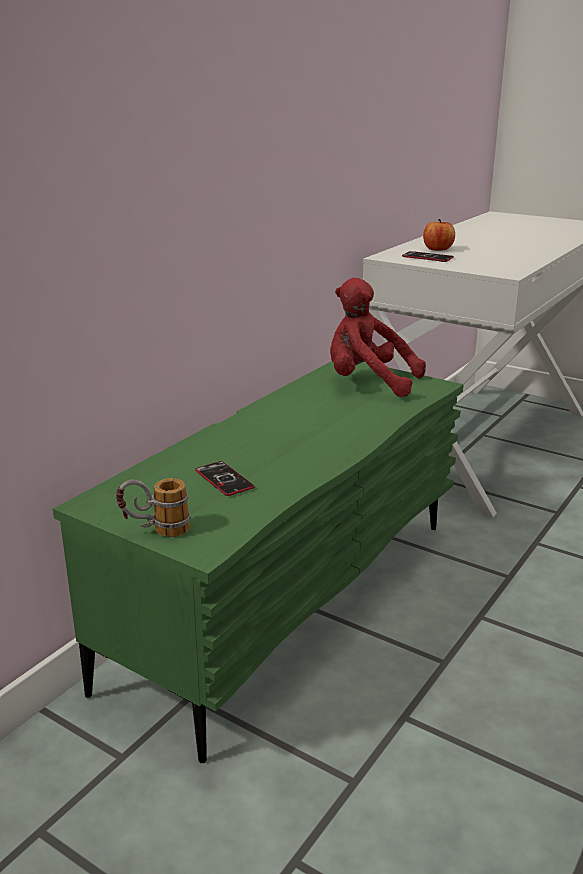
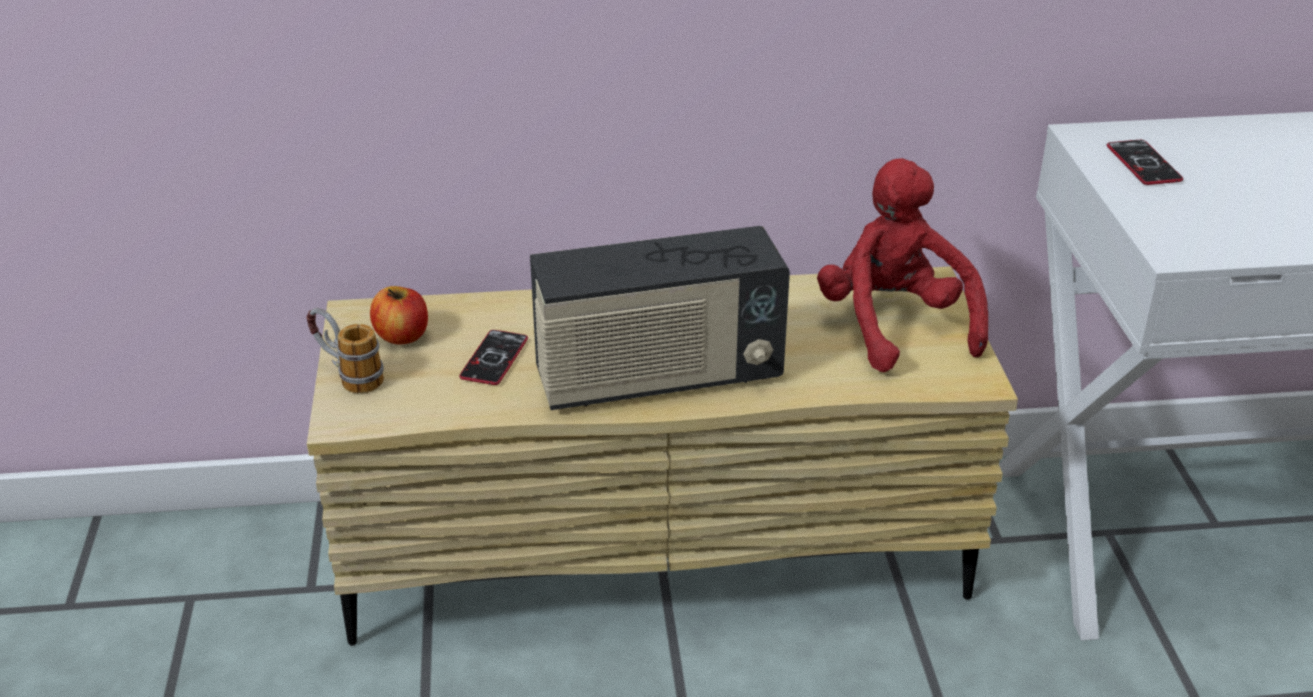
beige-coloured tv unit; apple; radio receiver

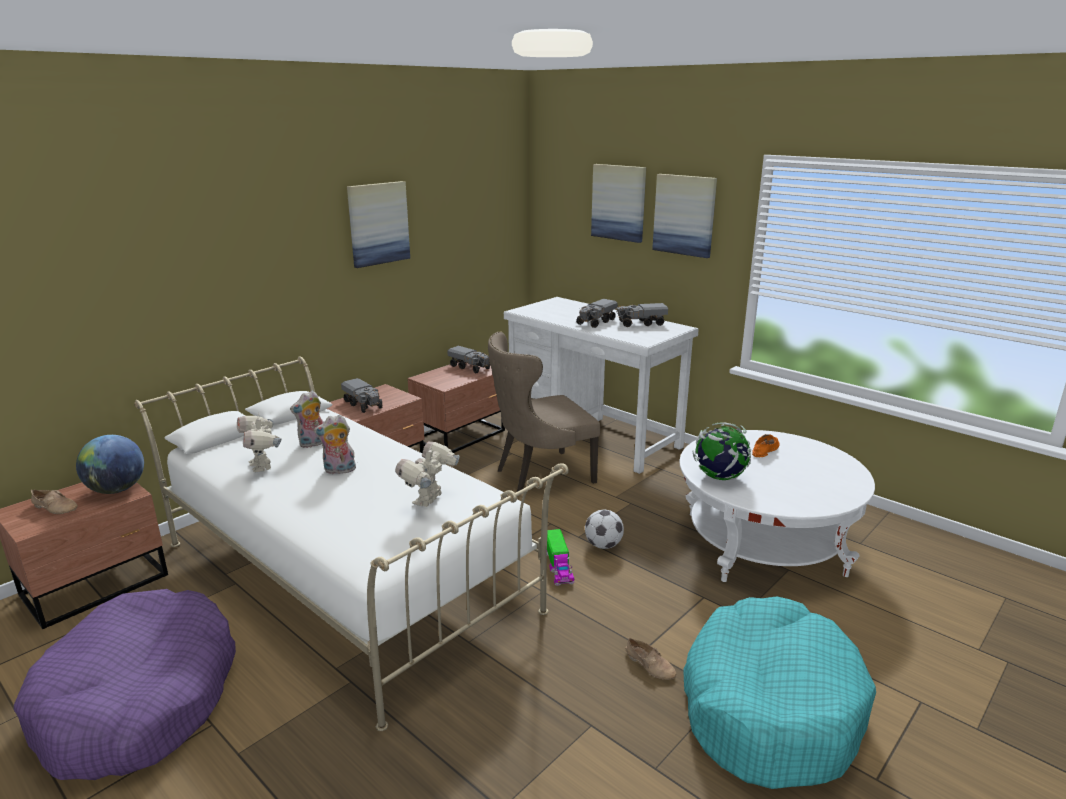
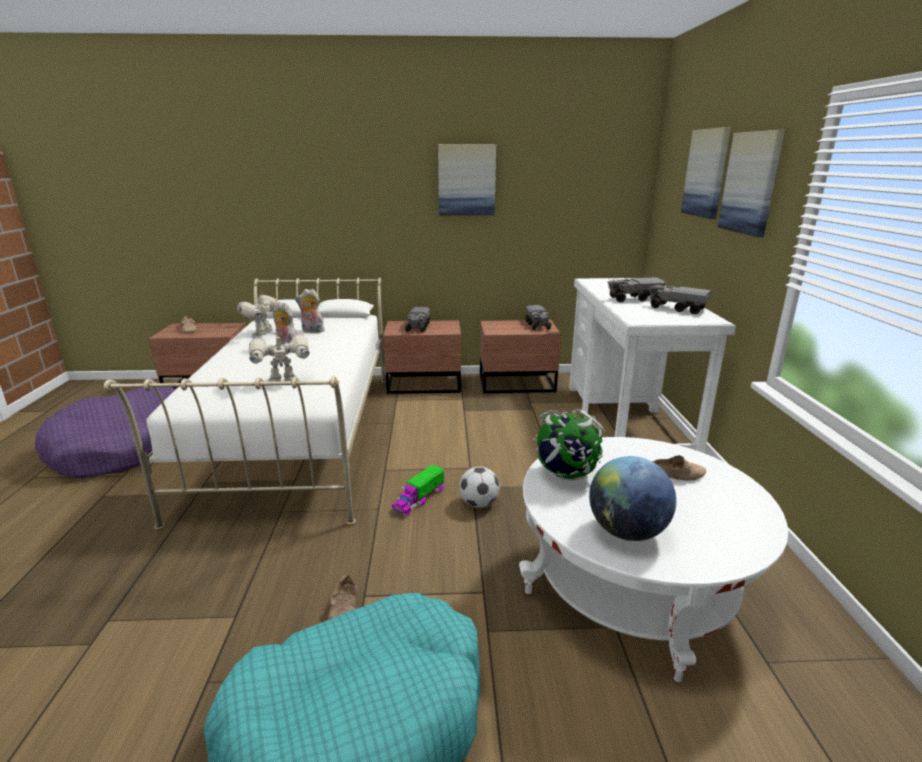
globe (2nd from left); beige-coloured plain chair; beige-coloured item of footwear (3rd from left)

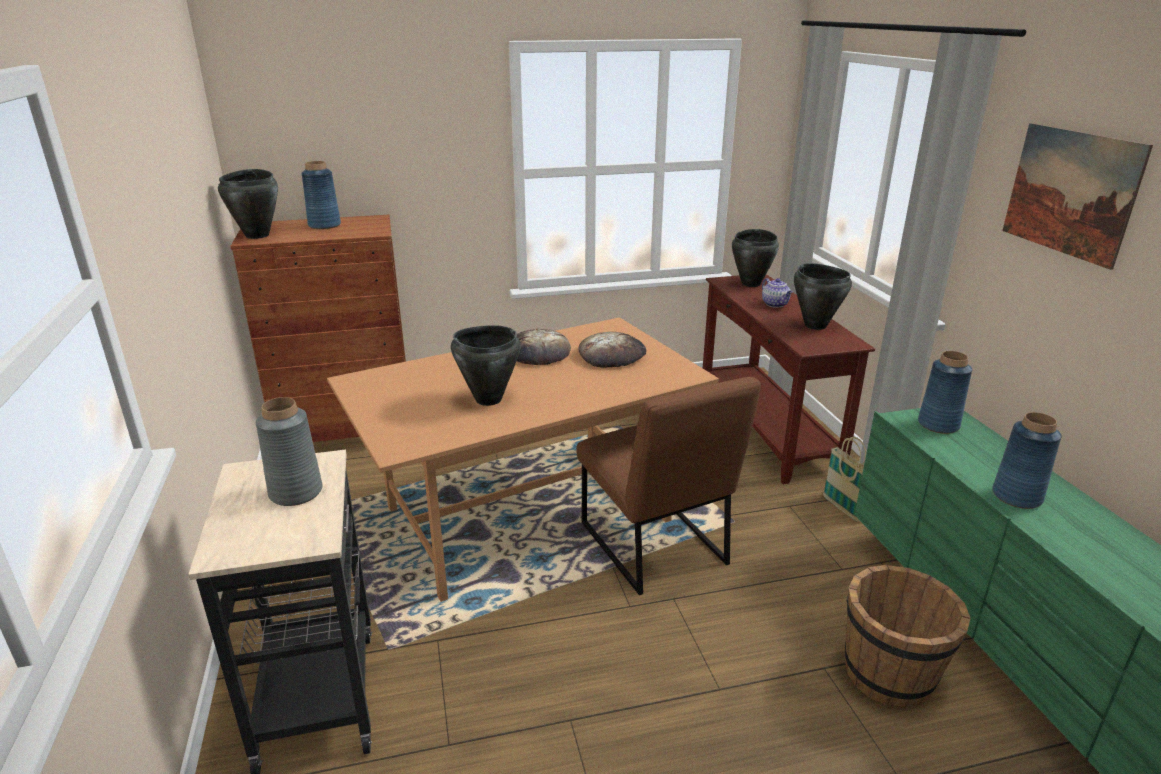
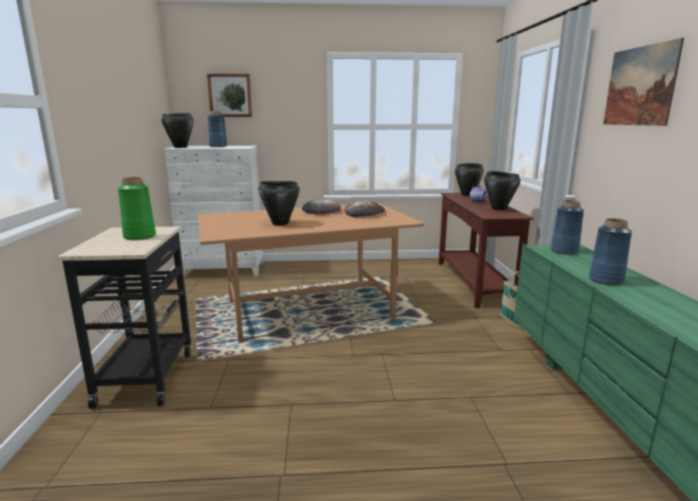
white chest of drawers; greenish vase; brownish plain chair; brownish pail; wall picture (1st from left)

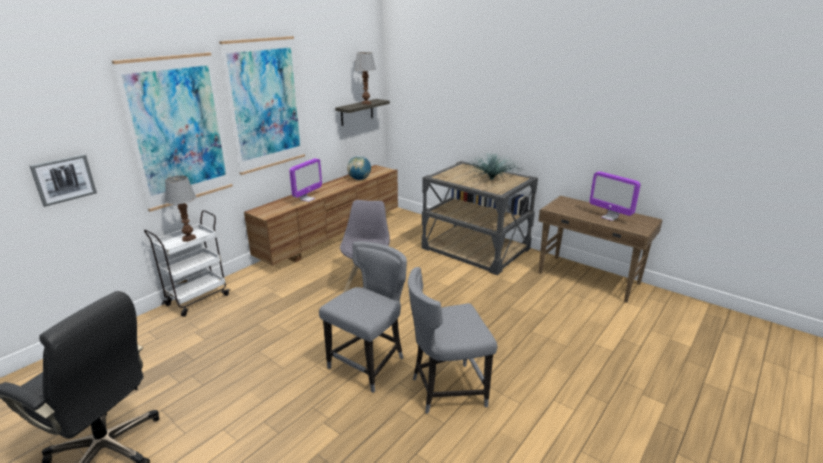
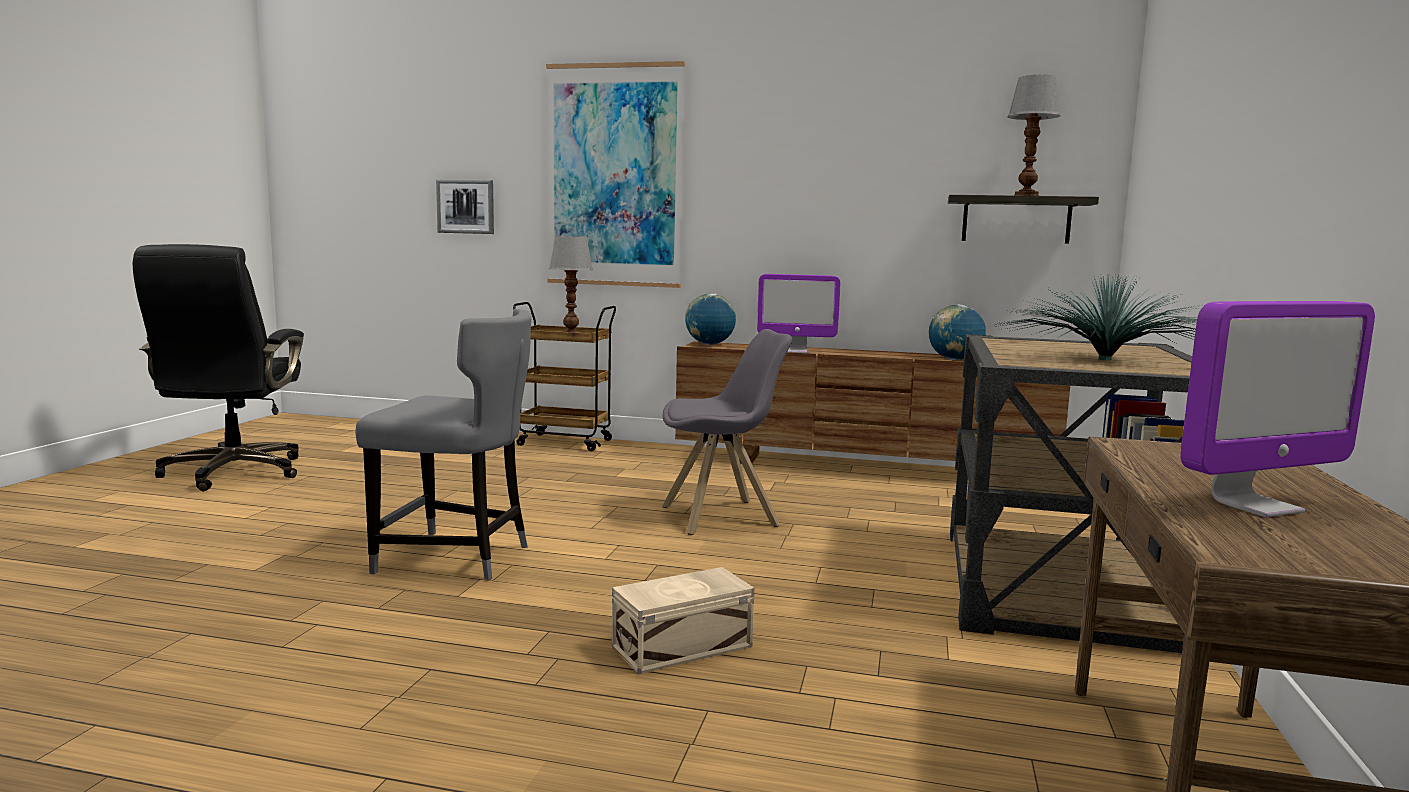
brownish trolley; wall picture (3rd from left in the first image); greyish plain chair (3rd from left in the first image); monitor (2nd from left); beige-coloured storage box; globe (1st from left)

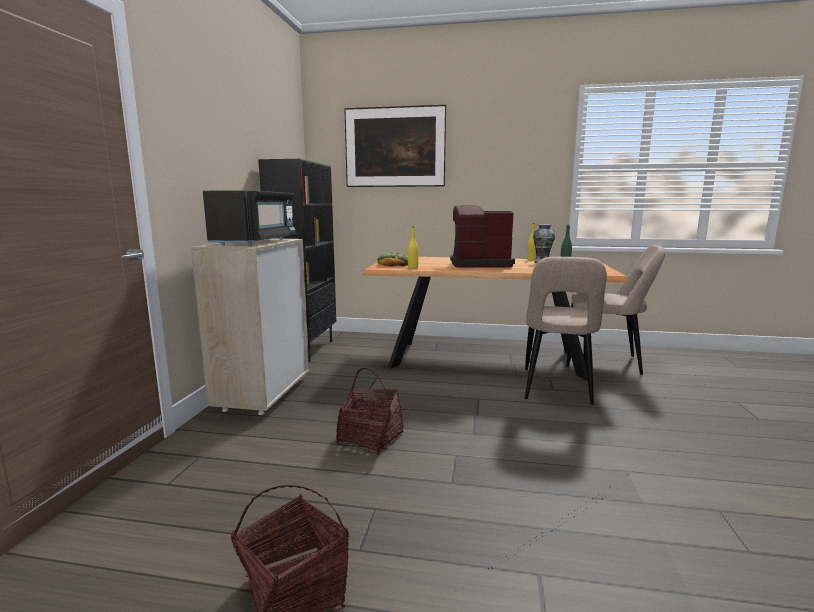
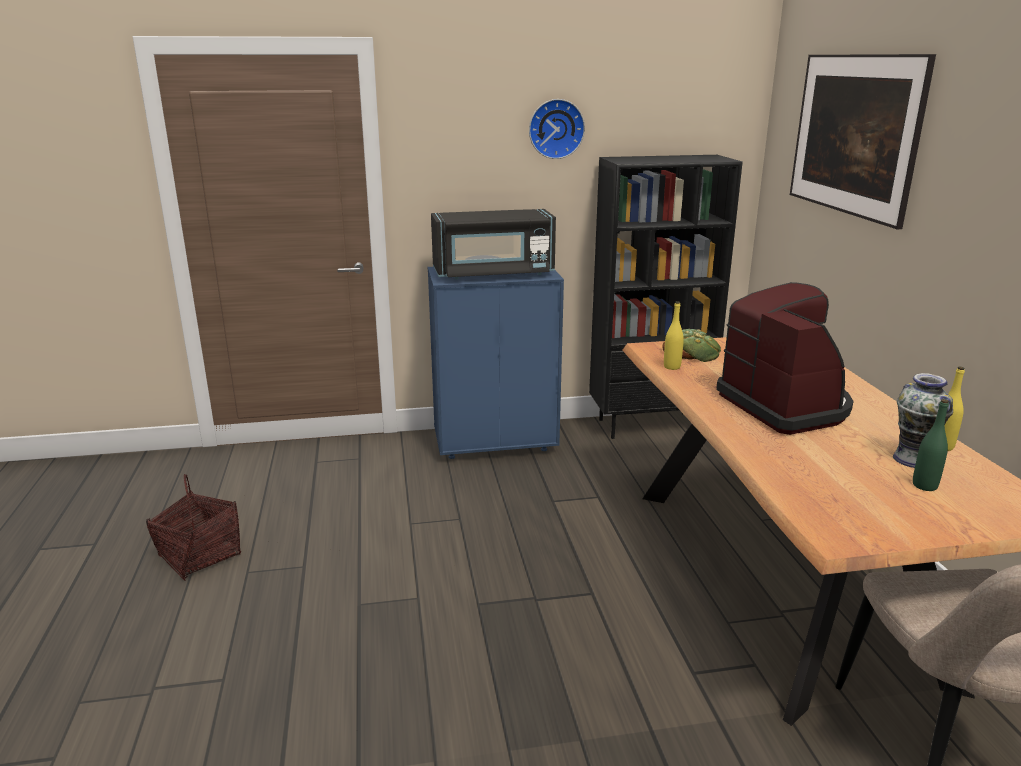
blue cabinet; basket (2nd from left in the first image); beige-coloured plain chair (1st from left in the first image); clock on the wall

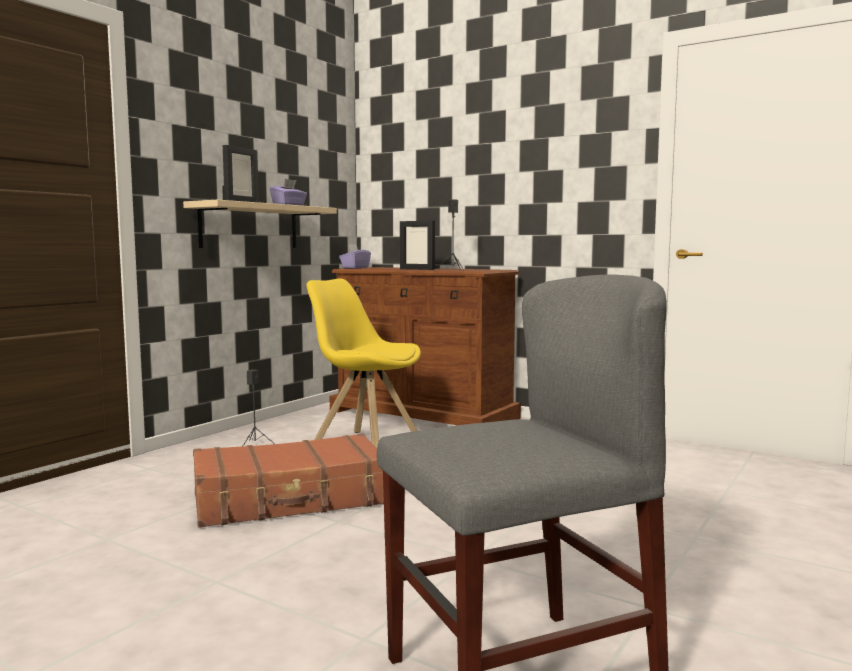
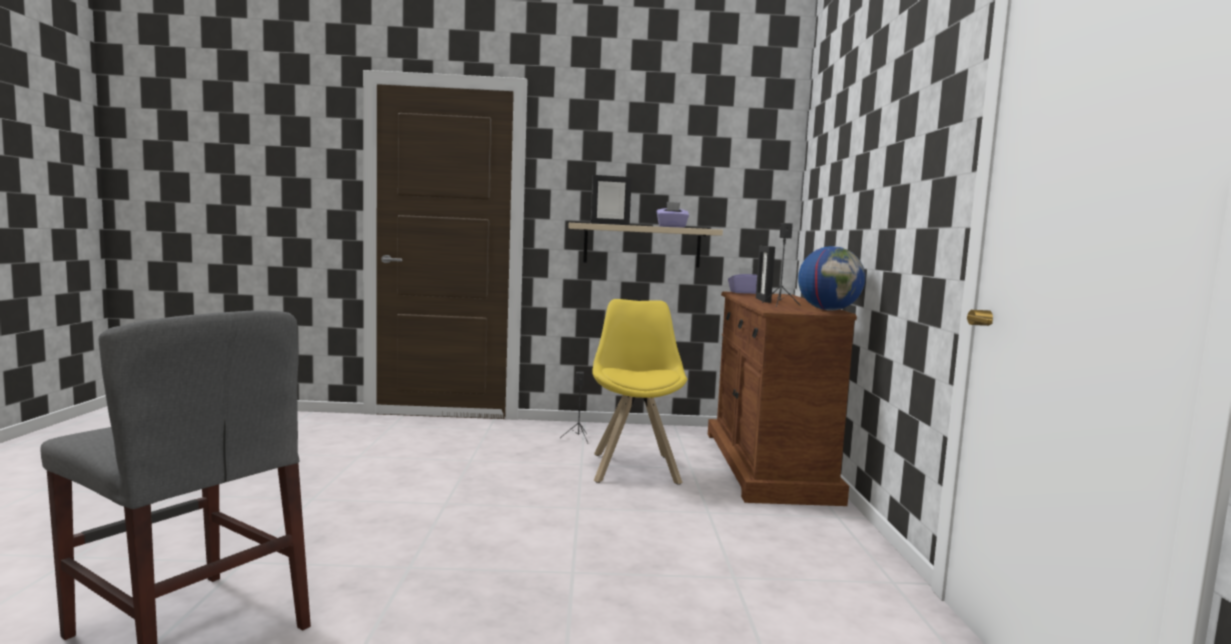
brownish suitcase; globe

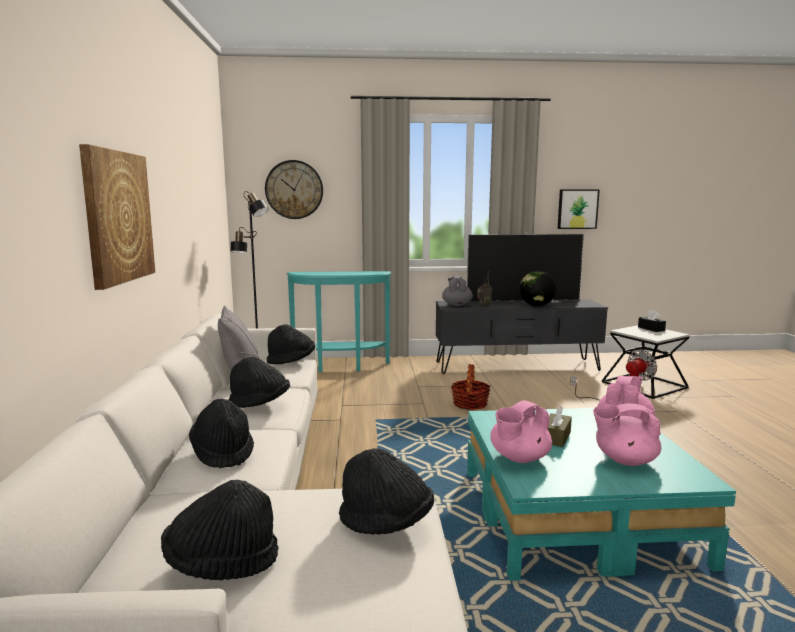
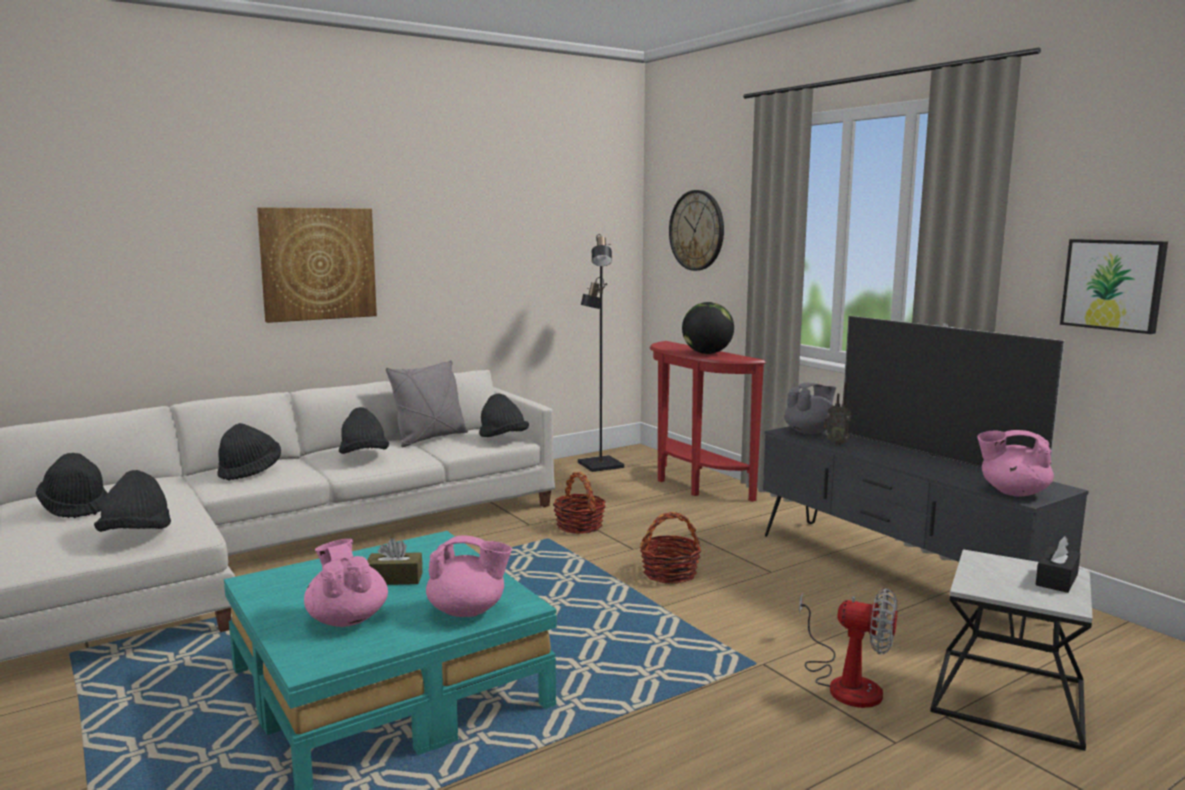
red narrow table; pink-coloured tea pot (3rd from left); globe; basket (1st from left)

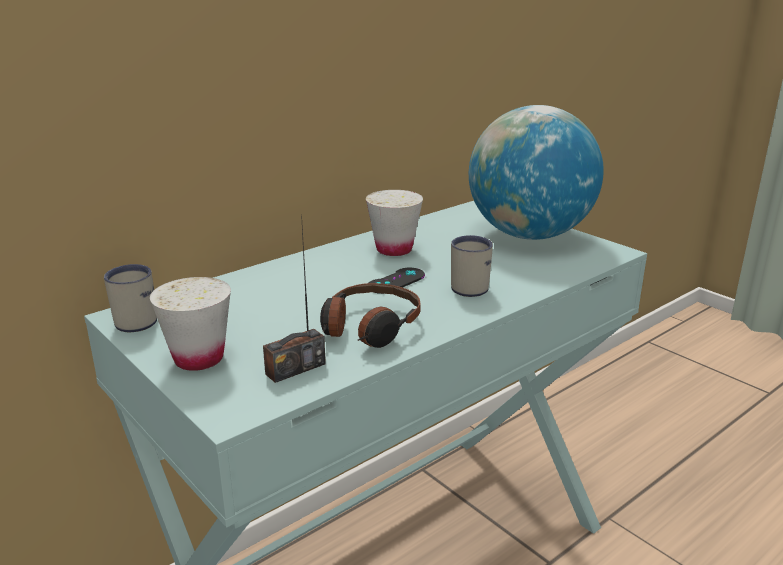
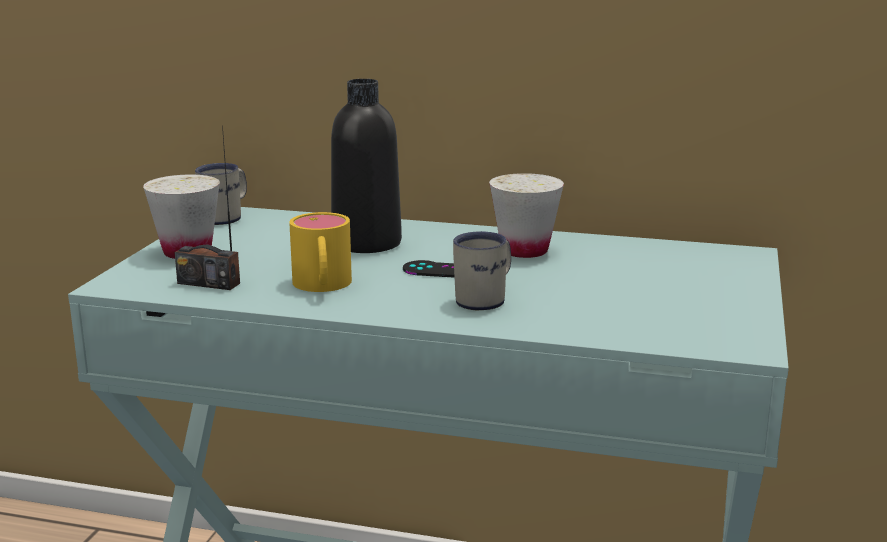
yellowish coffee mug; globe; blackish beverage bottle

